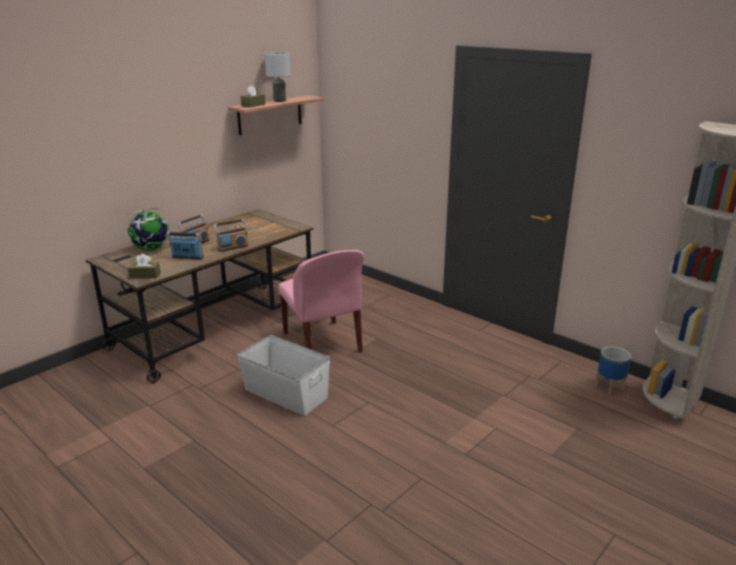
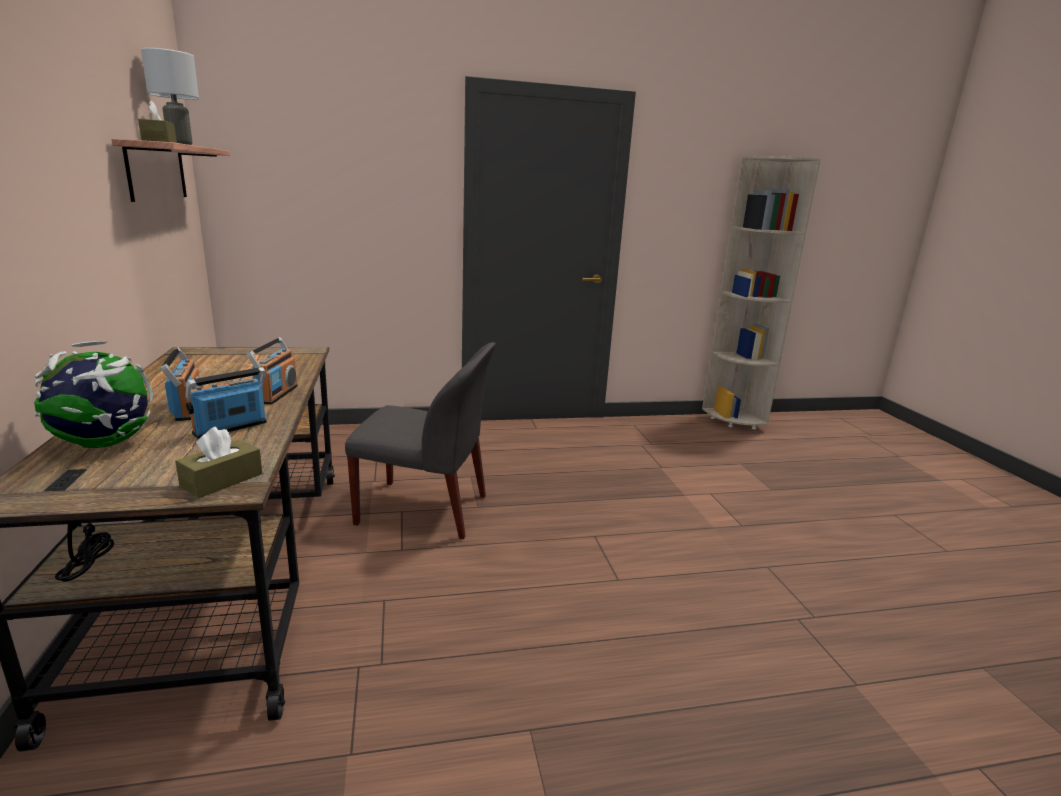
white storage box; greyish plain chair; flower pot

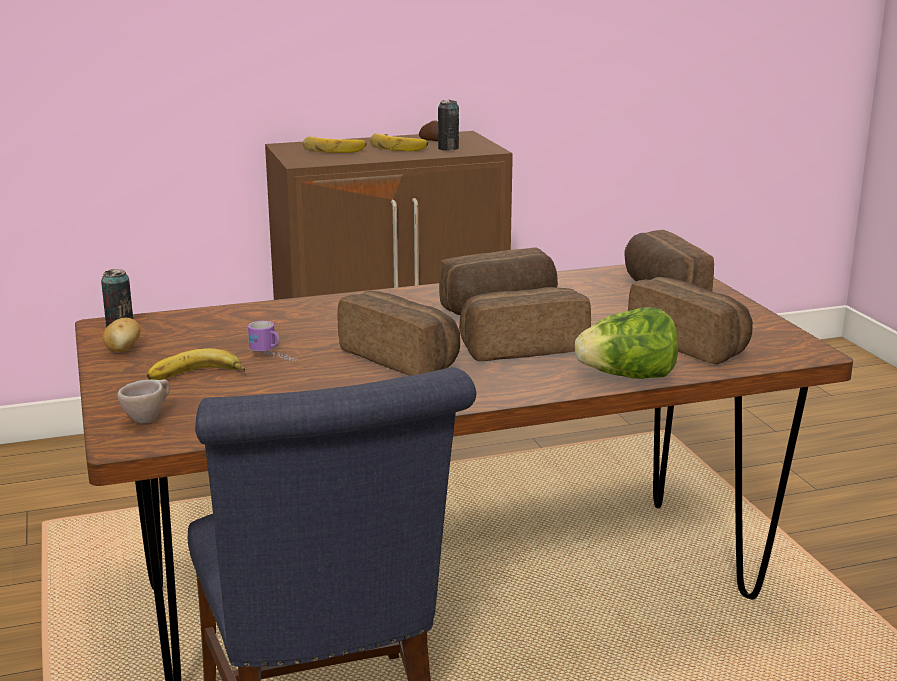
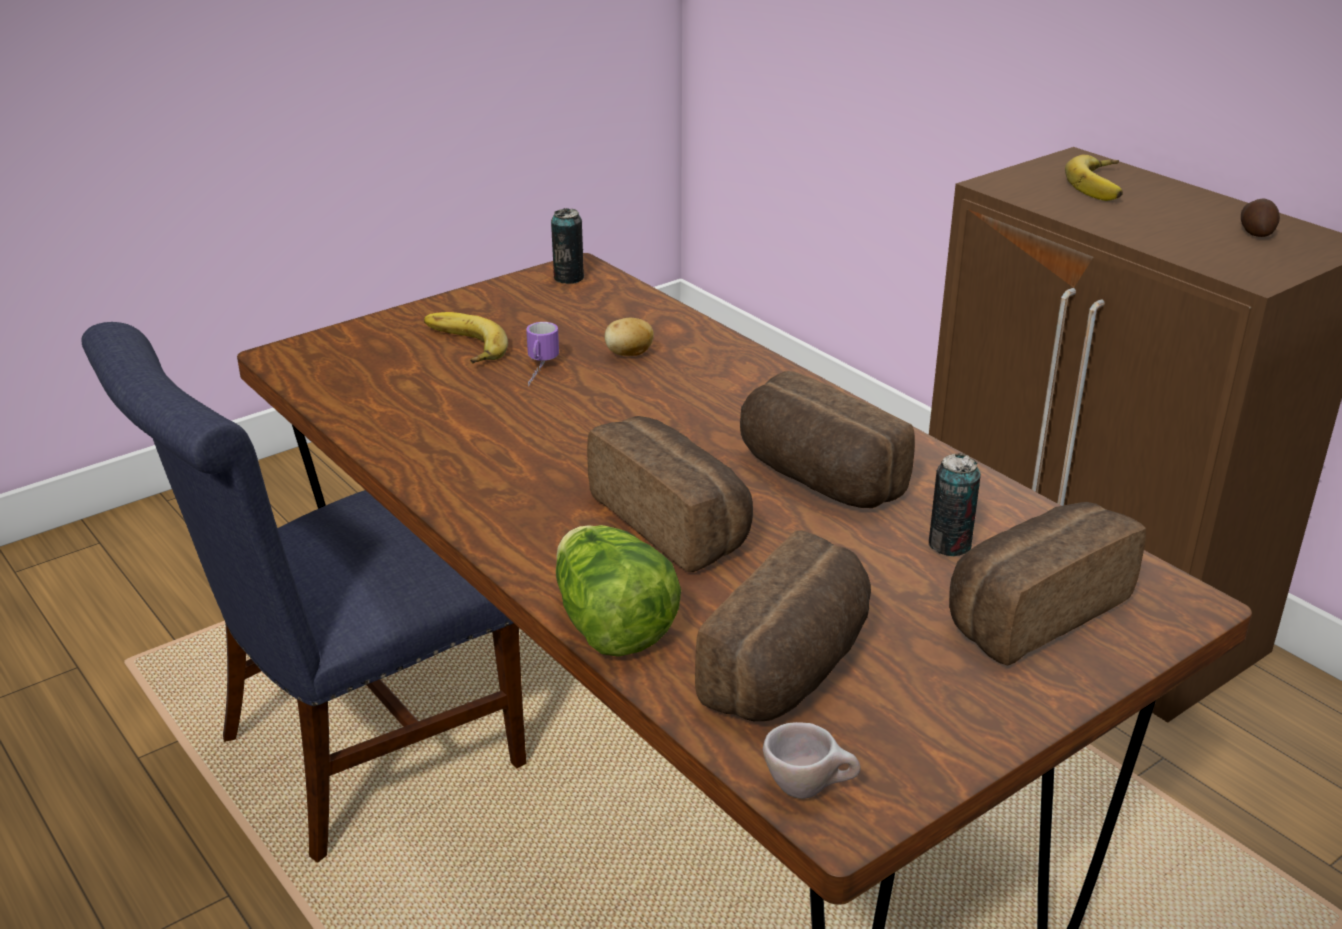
spud (1st from left); beige-coloured drinking cup; baked bread (1st from left in the first image); banana fruit (3rd from left in the first image); metal can (2nd from left)

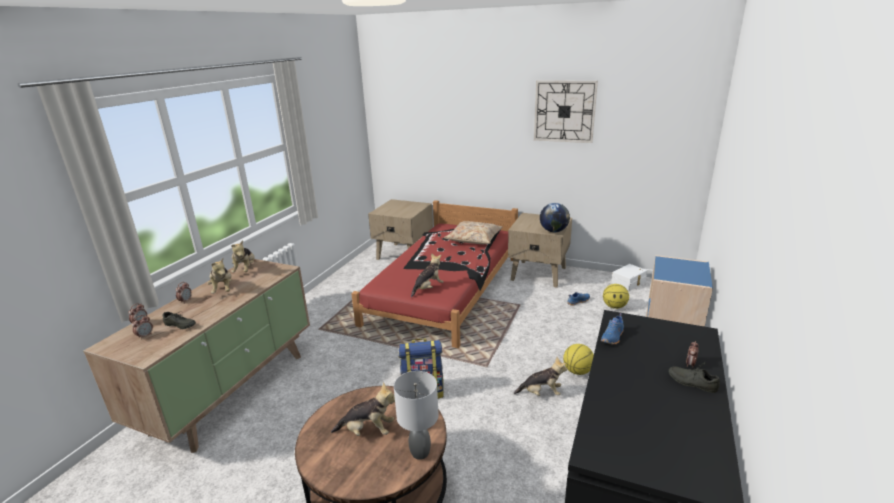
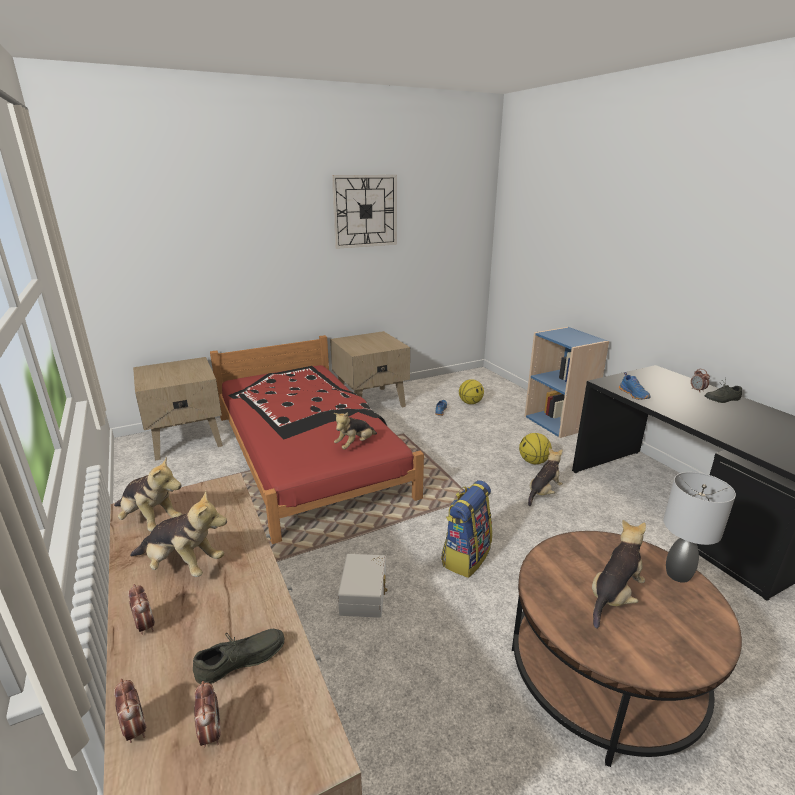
cuddly toy (3rd from left); beige-coloured cushion; globe; white storage box

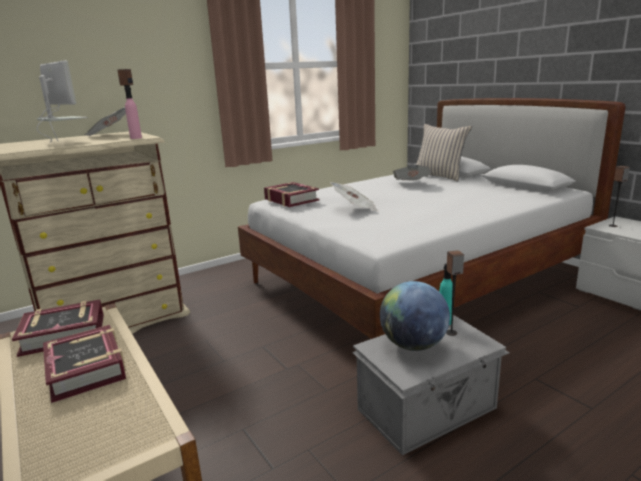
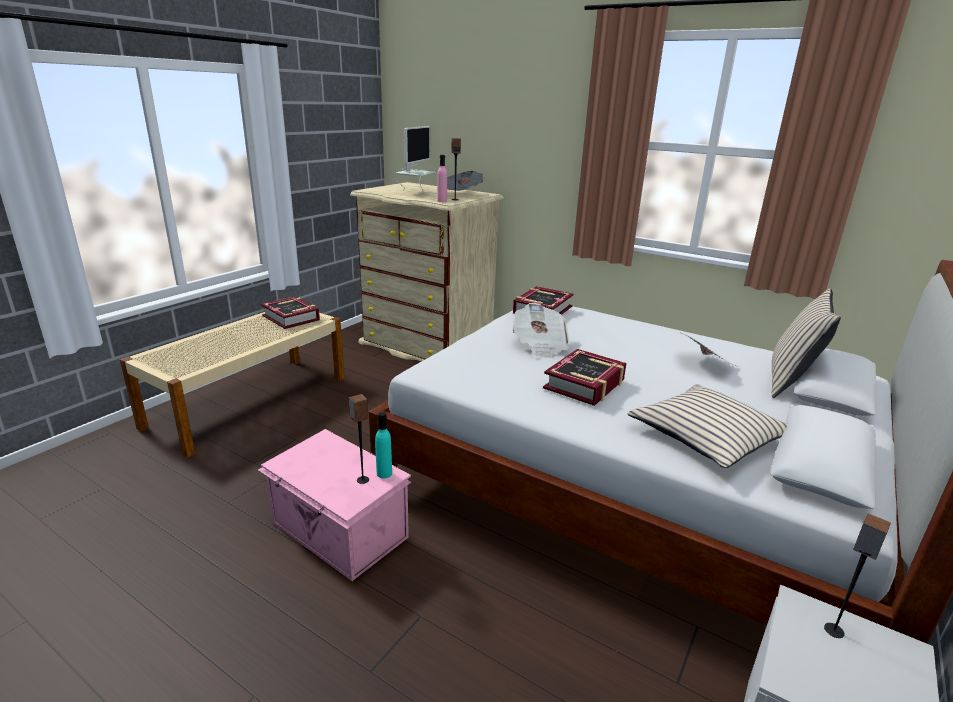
bound book (3rd from left); pink-coloured storage box; globe; beige-coloured cushion (1st from left)

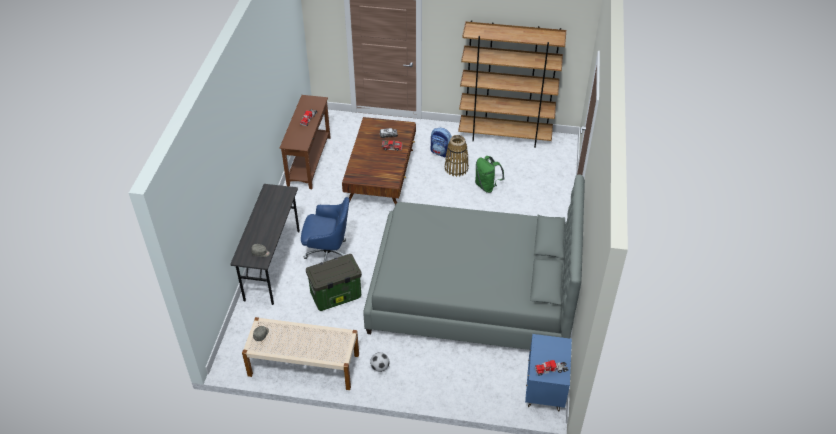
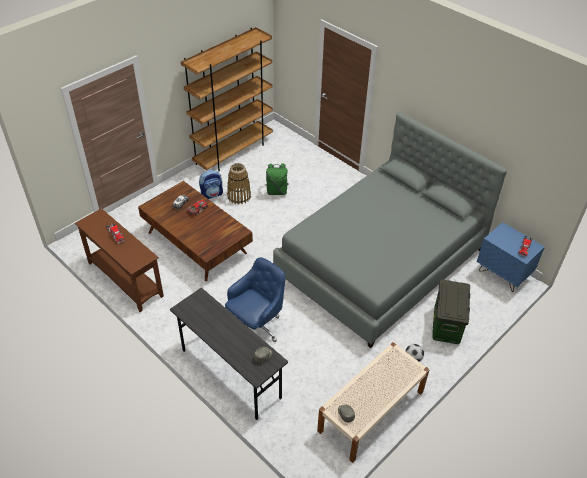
storage box

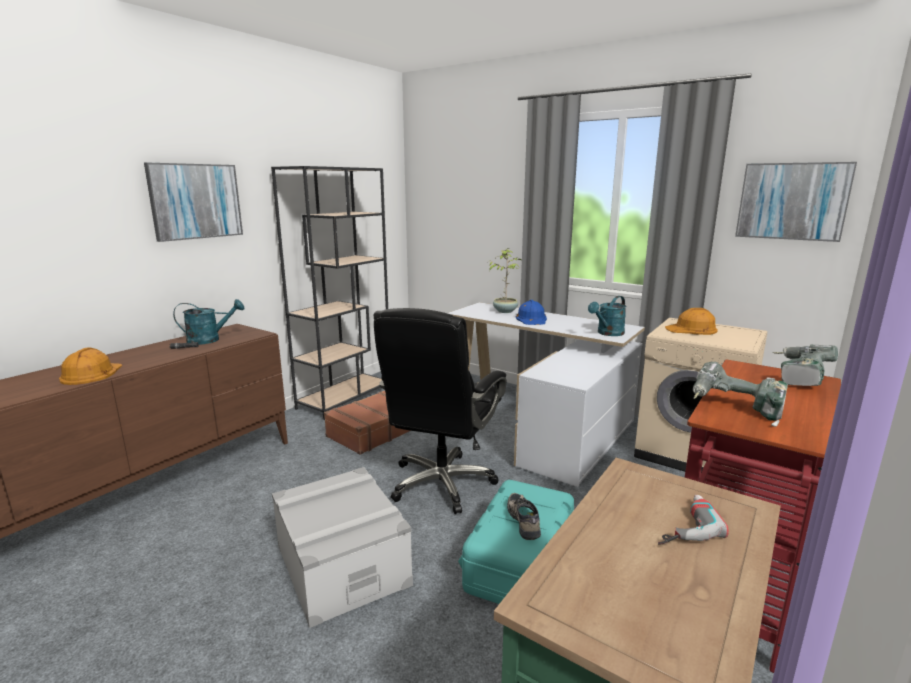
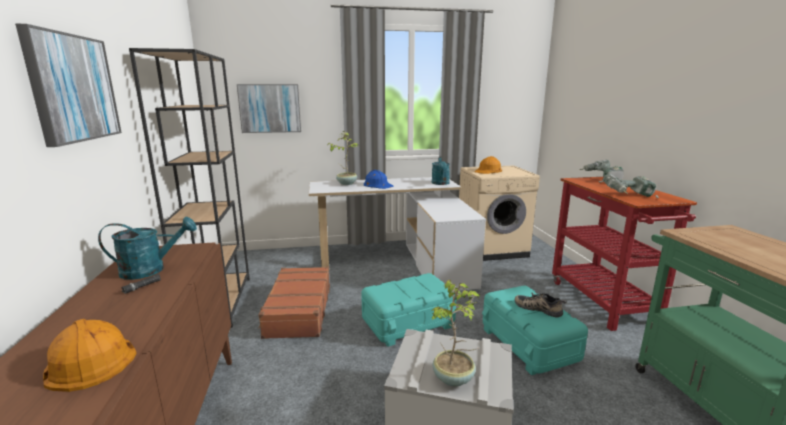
blue-green sprinkling can (1st from left); blue-green storage box (1st from left); power drill (1st from left in the first image); wall picture (2nd from left); plant in a pot (2nd from left)

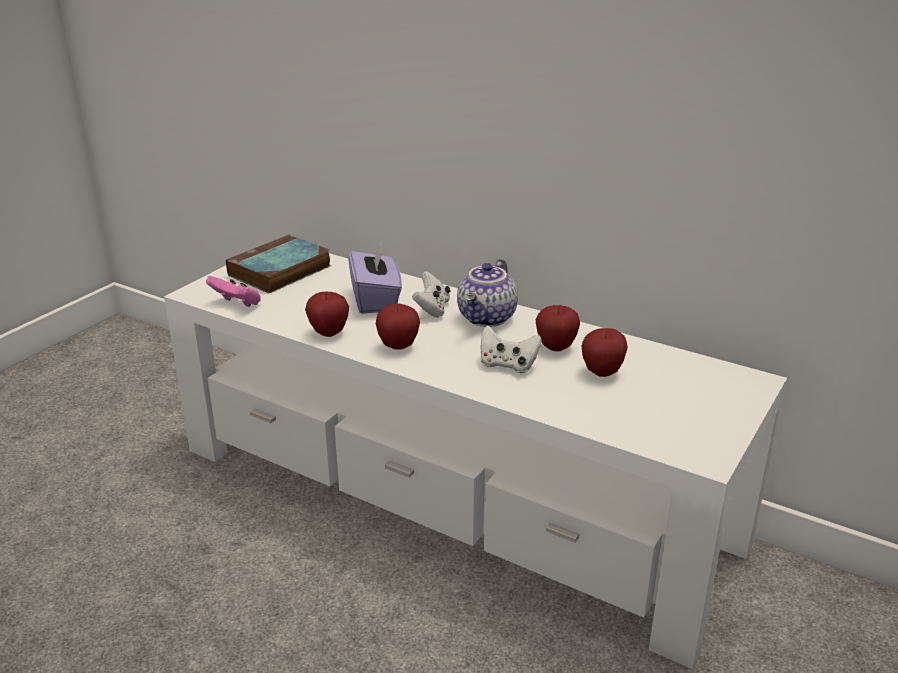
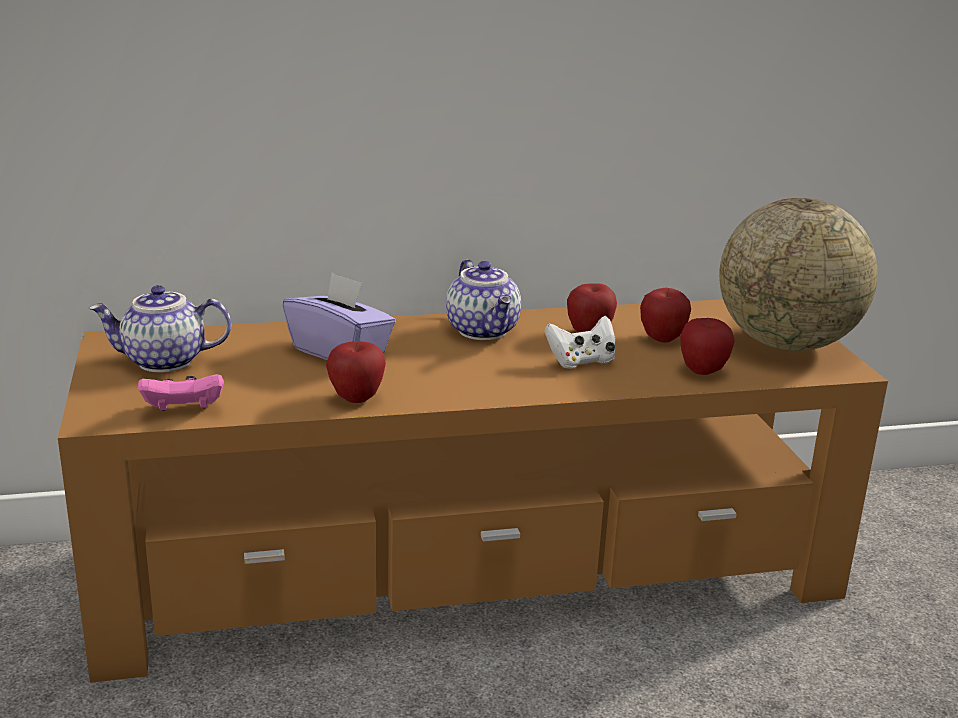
brownish tv unit; tea pot (1st from left); apple (4th from left); white game controller (1st from left in the first image); globe

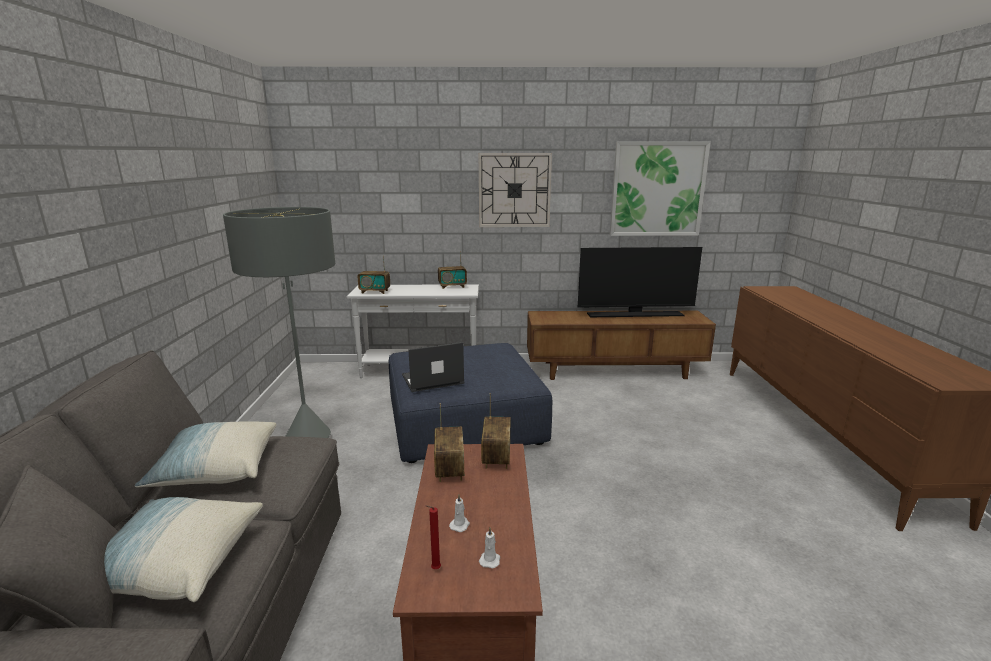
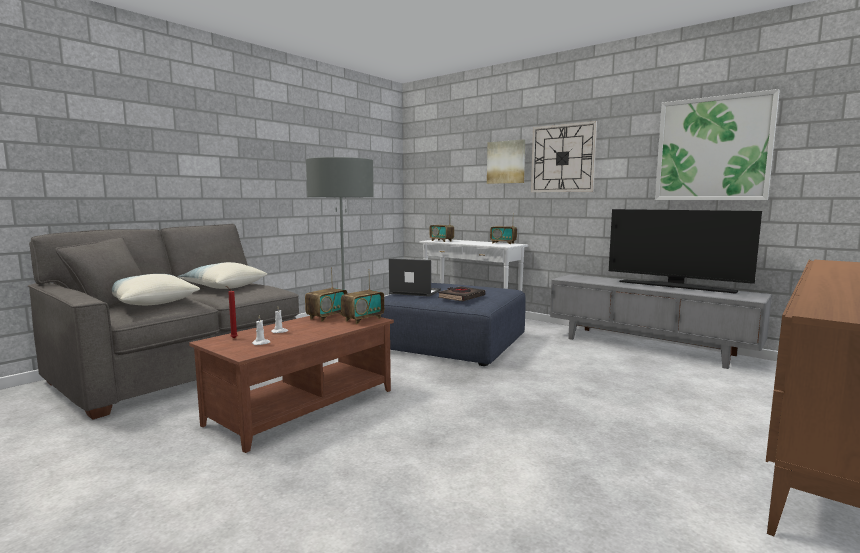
greyish tv unit; blackish bound book; wall picture (1st from left)

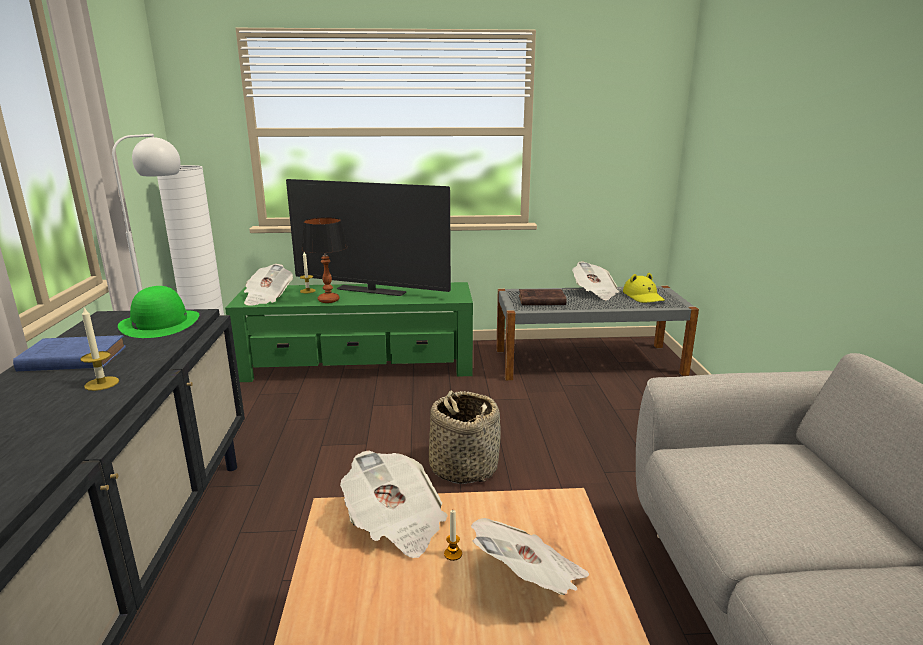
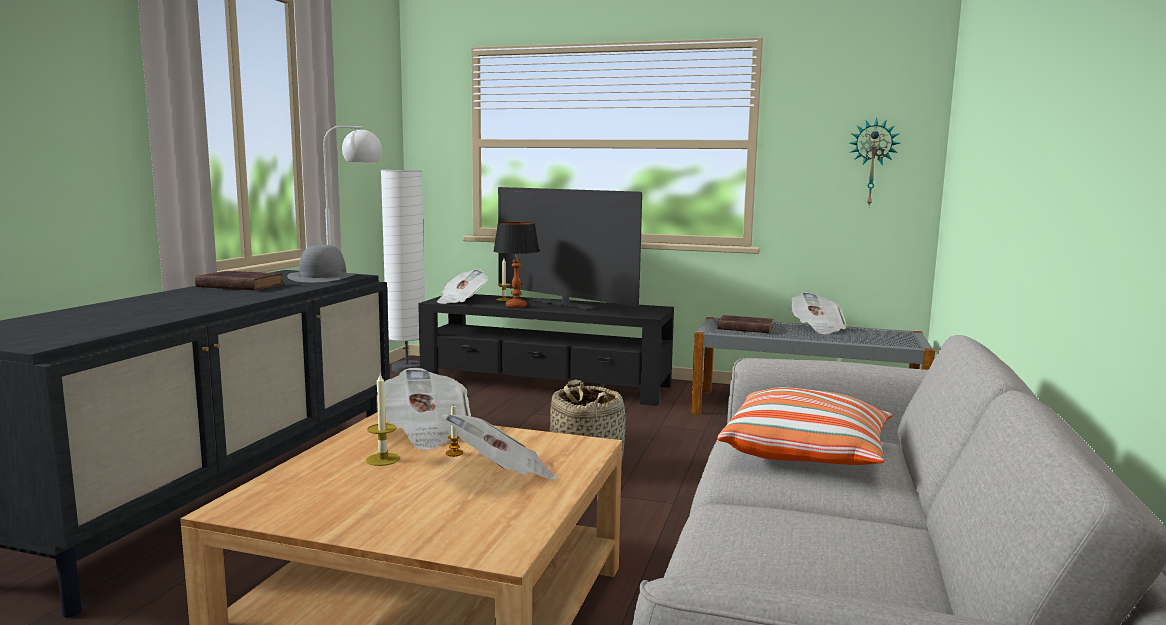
brownish bound book (1st from left); wax light (1st from left); greyish clothing hat; blackish tv unit; yellowish clothing hat; cushion; clock on the wall

